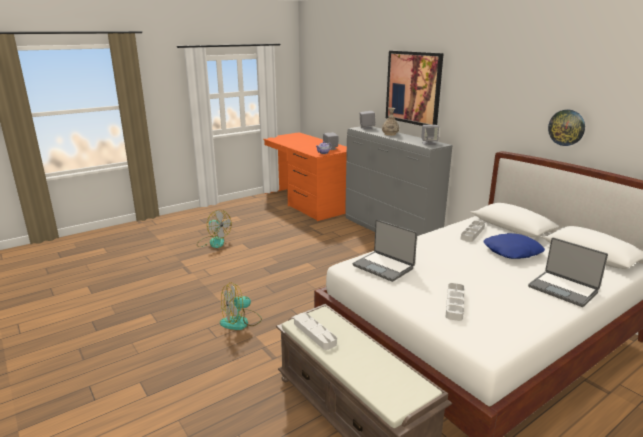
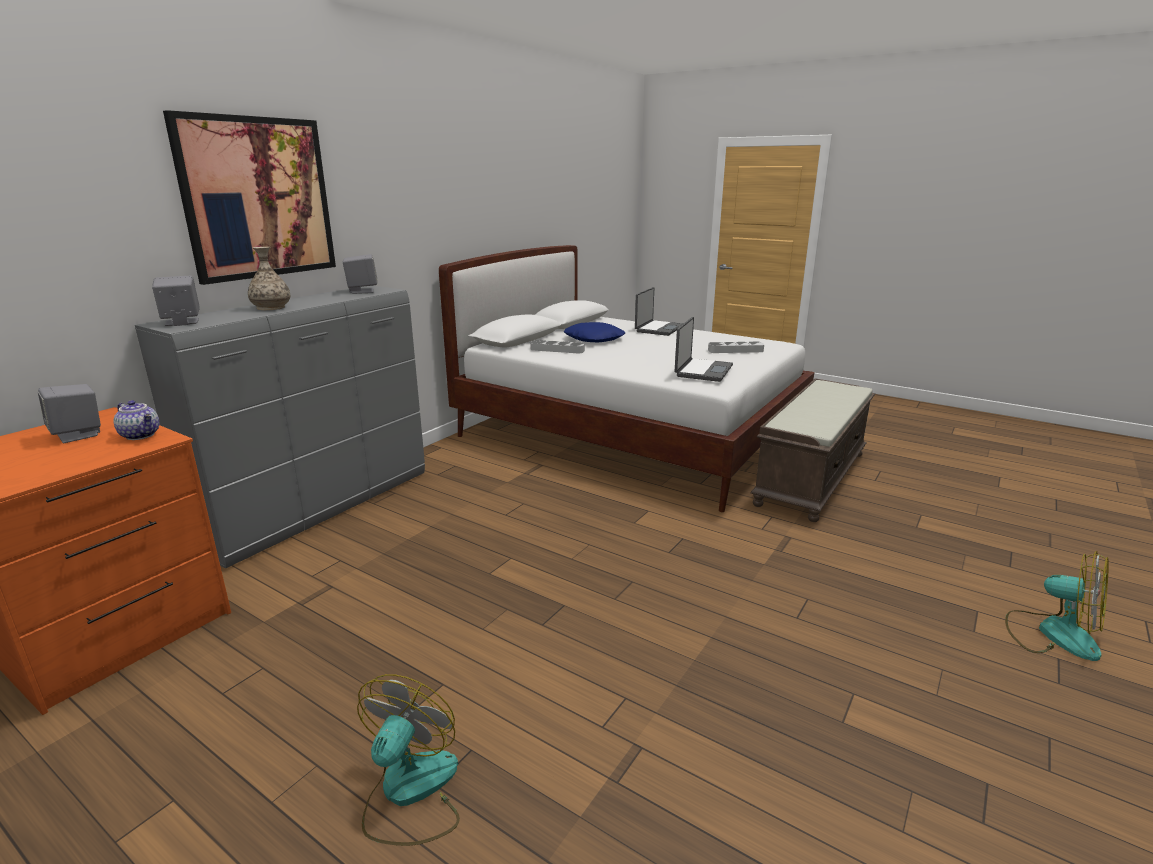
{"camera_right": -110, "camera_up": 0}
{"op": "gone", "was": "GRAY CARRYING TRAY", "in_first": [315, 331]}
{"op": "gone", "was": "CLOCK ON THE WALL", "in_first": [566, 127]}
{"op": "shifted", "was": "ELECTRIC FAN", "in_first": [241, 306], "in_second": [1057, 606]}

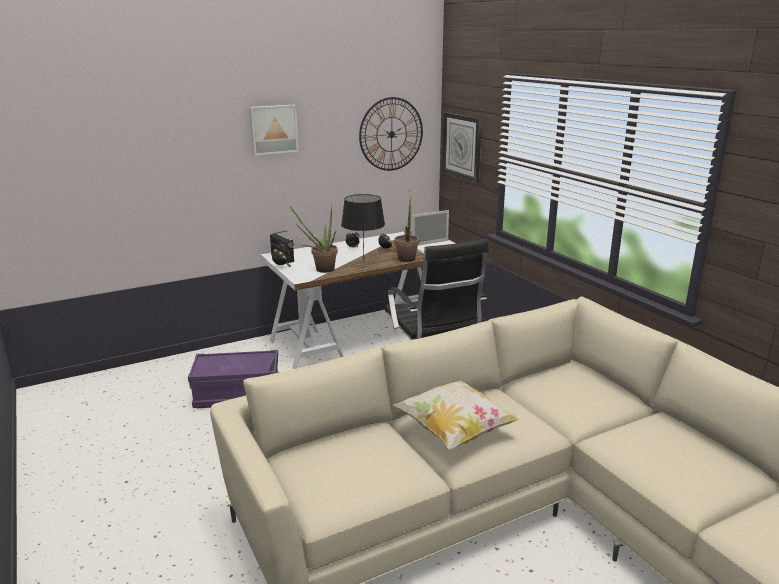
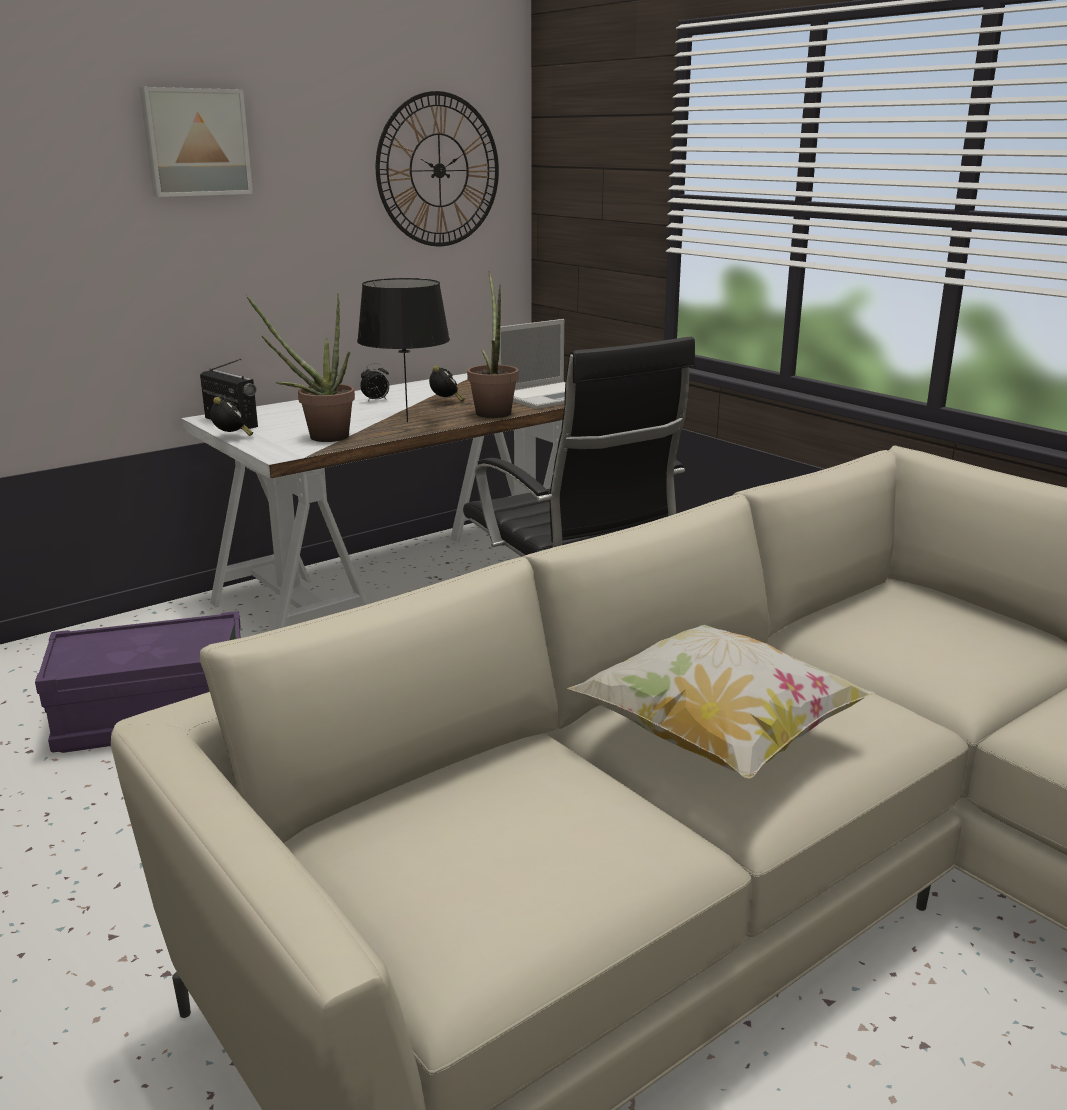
{"camera_right": -10, "camera_up": 0}
{"op": "gone", "was": "CLOCK ON THE WALL", "in_first": [462, 147]}

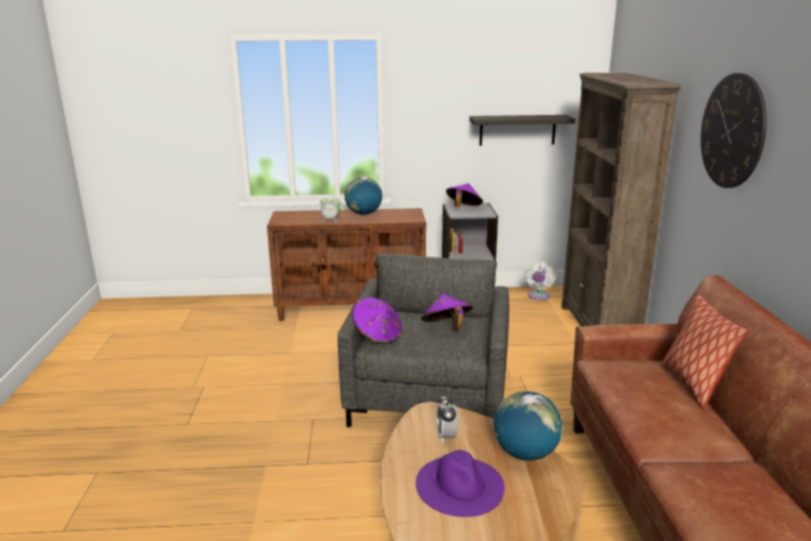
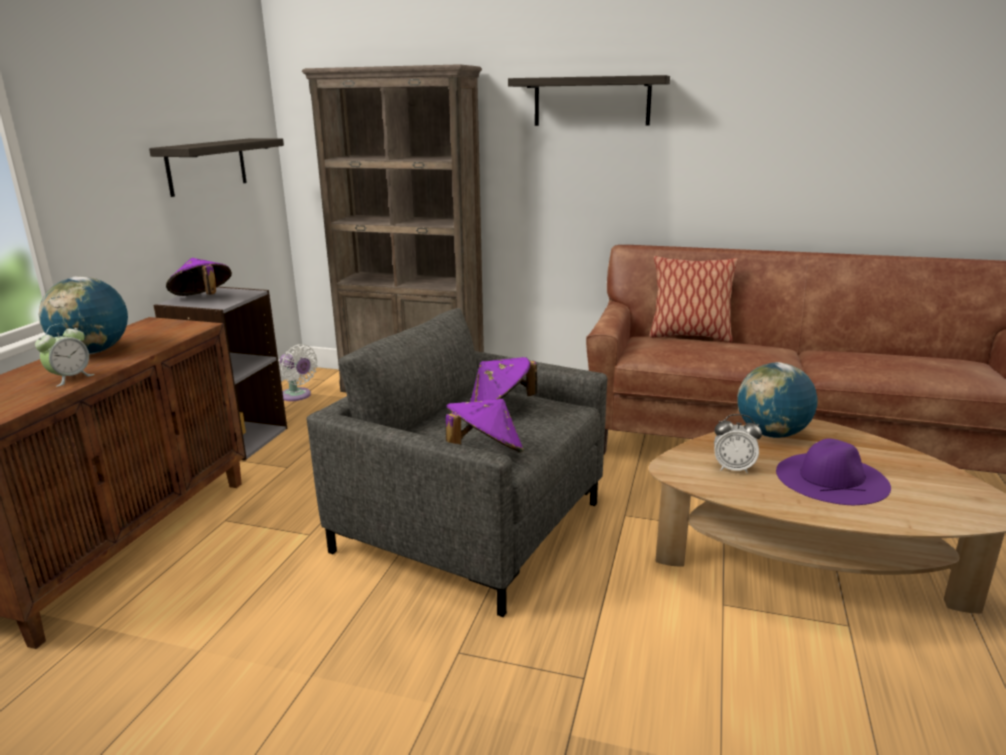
{"camera_right": -70, "camera_up": 0}
{"op": "swapped", "was": "CLOCK ON THE WALL", "now": "WALL SHELF", "in_first": [734, 130], "in_second": [589, 100]}

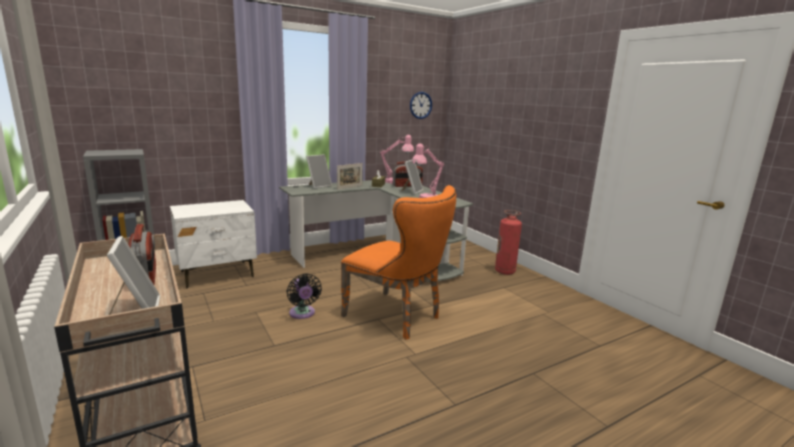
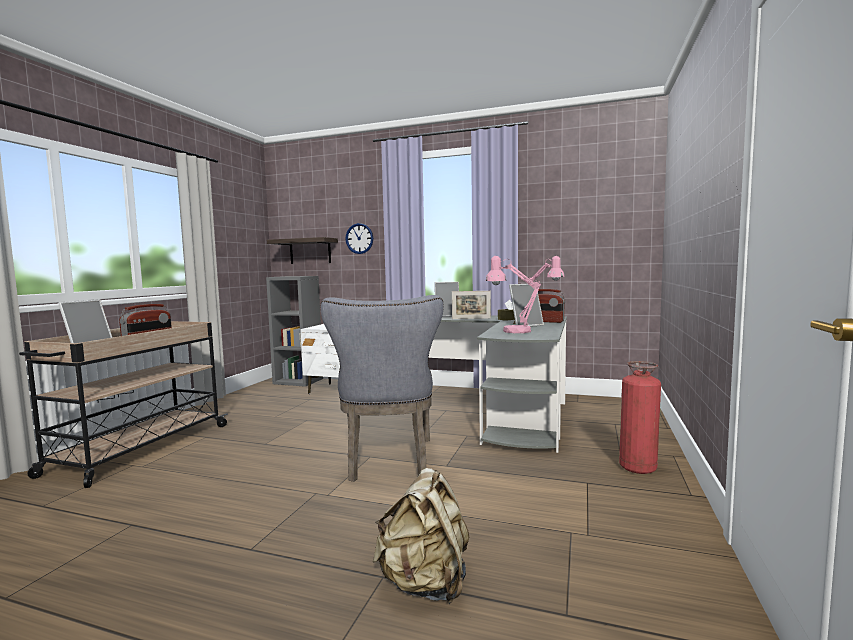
{"camera_right": 50, "camera_up": -10}
{"op": "gone", "was": "BLACKISH ELECTRIC FAN", "in_first": [304, 296]}
{"op": "new", "now": "WALL SHELF", "in_second": [302, 250]}
{"op": "new", "now": "BEIGE-COLOURED BACKPACK", "in_second": [421, 536]}
{"op": "shifted", "was": "CLOCK ON THE WALL", "in_first": [421, 105], "in_second": [359, 238]}
{"op": "repainted", "was": "ORANGE PLAIN CHAIR", "now": "GRAY PLAIN CHAIR", "in_first": [398, 262], "in_second": [381, 388]}

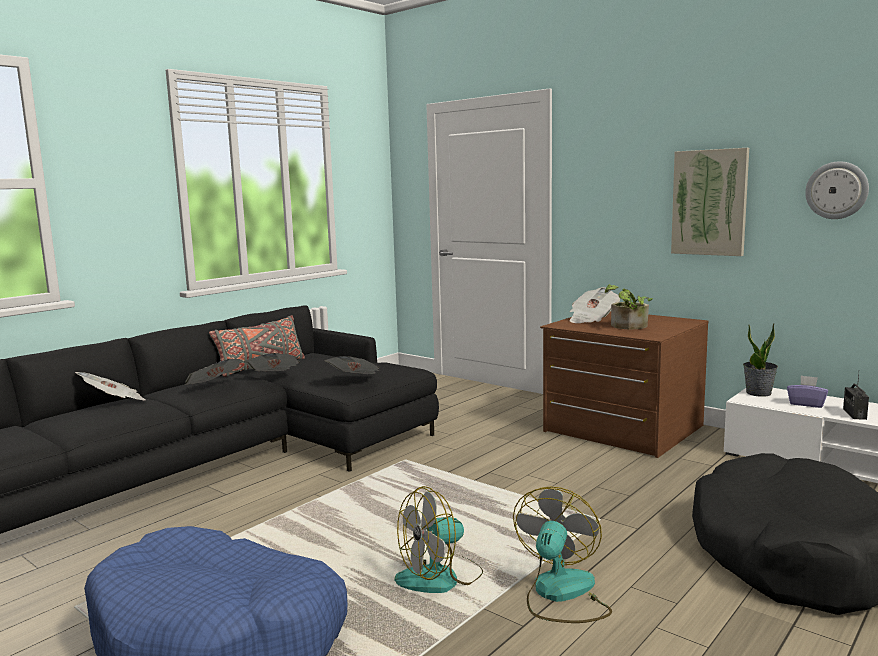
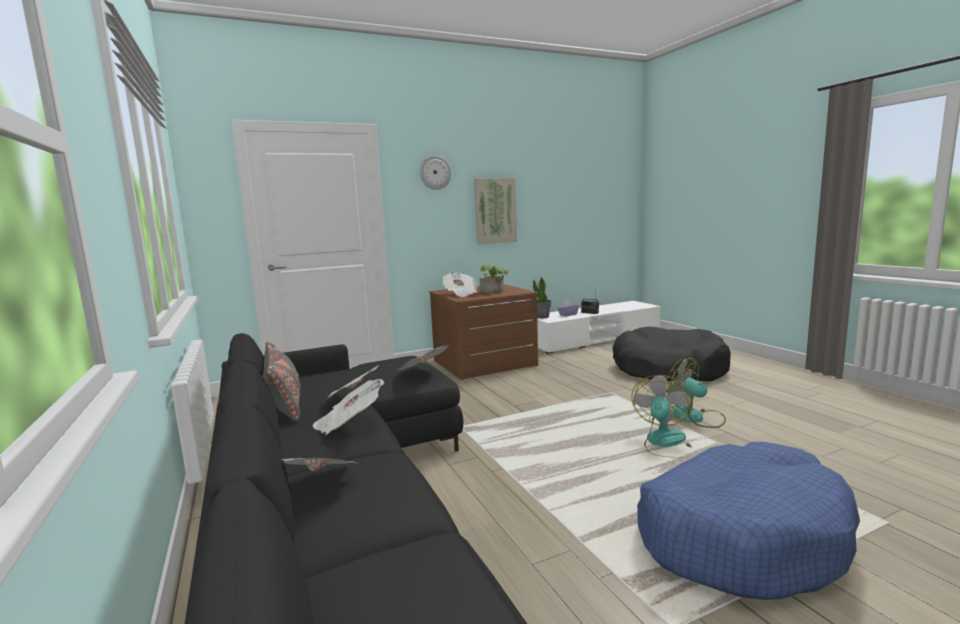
{"camera_right": -65, "camera_up": 0}
{"op": "shifted", "was": "CLOCK ON THE WALL", "in_first": [837, 190], "in_second": [435, 172]}
{"op": "rotated", "was": "ELECTRIC FAN", "in_first": [439, 539], "in_second": [662, 416], "clockwise": -150}

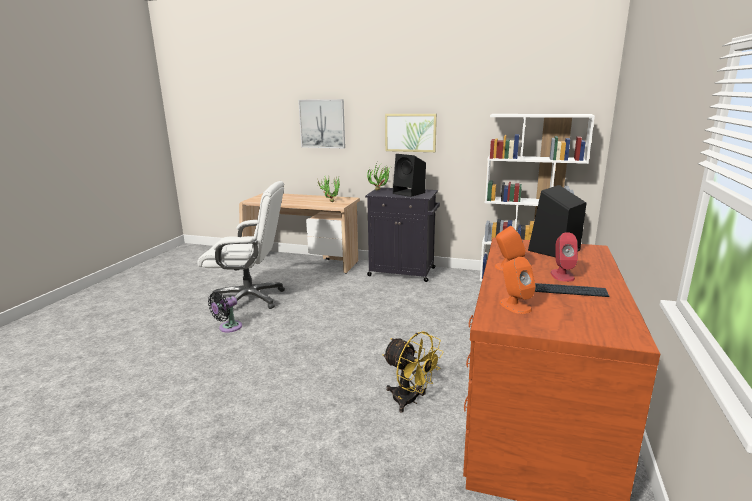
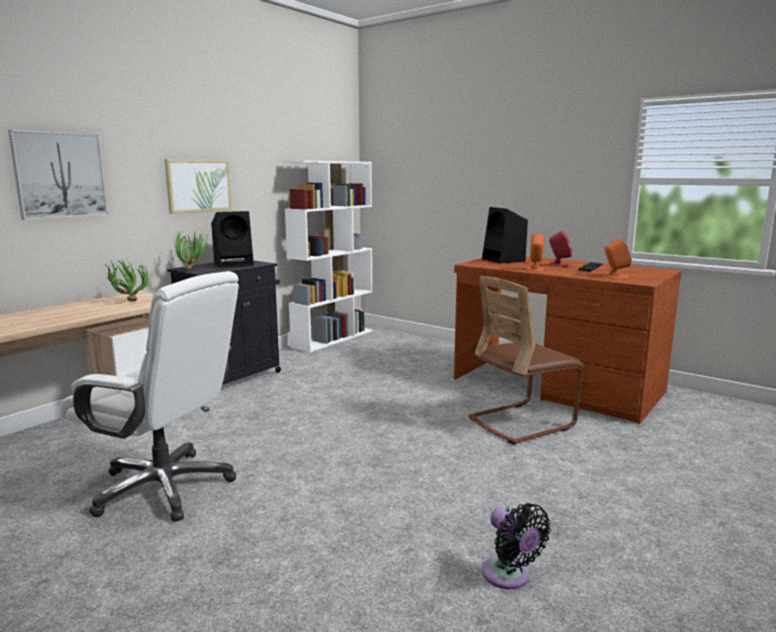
{"camera_right": -70, "camera_up": -5}
{"op": "shifted", "was": "BLACKISH ELECTRIC FAN", "in_first": [225, 312], "in_second": [516, 546]}
{"op": "swapped", "was": "YELLOW ELECTRIC FAN", "now": "BROWN-COLOURED PLAIN CHAIR", "in_first": [413, 372], "in_second": [526, 360]}
{"op": "rotated", "was": "WHITE-COLOURED OFFICE CHAIR", "in_first": [241, 245], "in_second": [149, 396], "clockwise": 90}

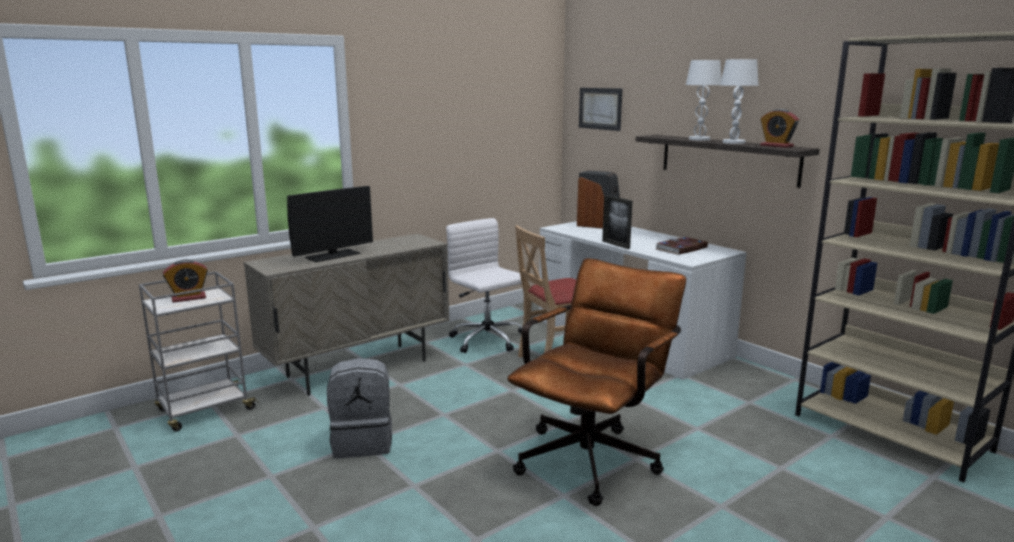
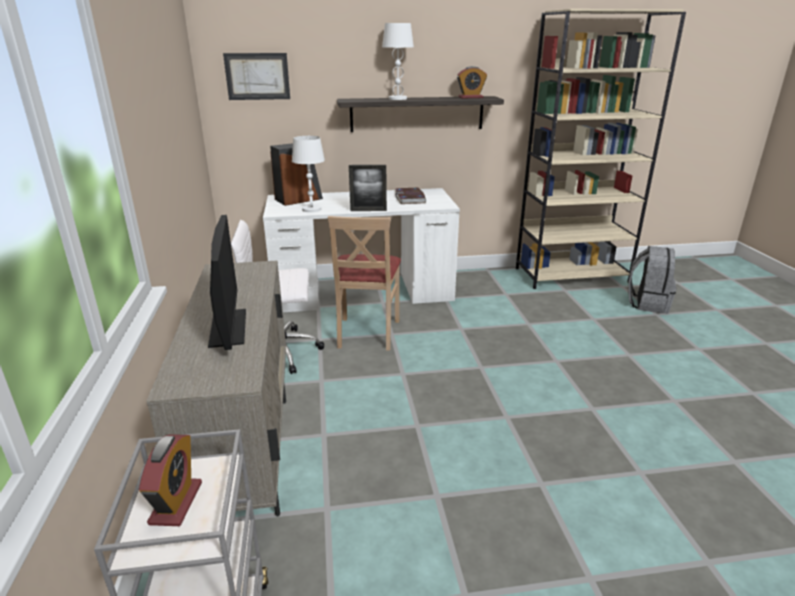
{"camera_right": -60, "camera_up": 10}
{"op": "gone", "was": "BROWN-COLOURED OFFICE CHAIR", "in_first": [596, 382]}
{"op": "shifted", "was": "GRAY BACKPACK", "in_first": [359, 408], "in_second": [652, 280]}
{"op": "shifted", "was": "WHITE-COLOURED TABLE LAMP", "in_first": [739, 101], "in_second": [308, 174]}

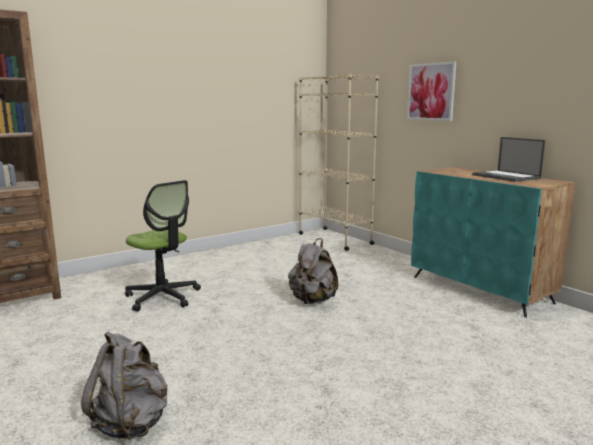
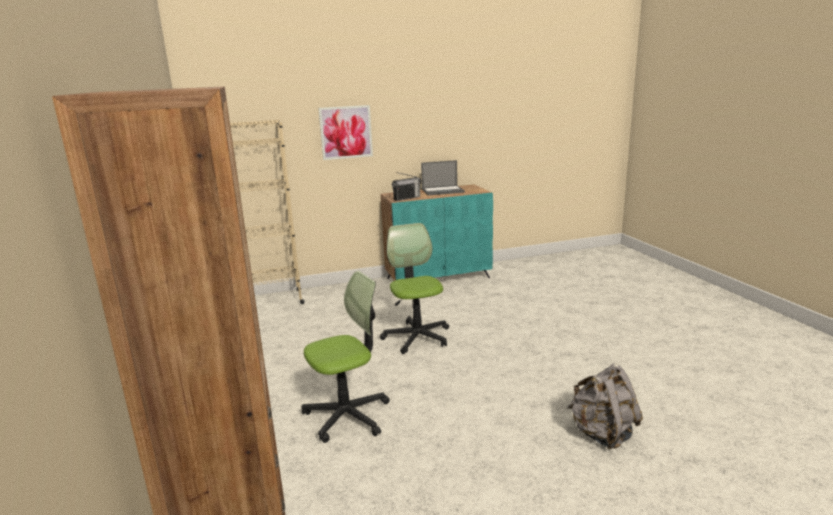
{"camera_right": -70, "camera_up": 5}
{"op": "new", "now": "RADIO", "in_second": [406, 186]}
{"op": "swapped", "was": "GRAY BACKPACK", "now": "OFFICE CHAIR", "in_first": [313, 271], "in_second": [414, 288]}

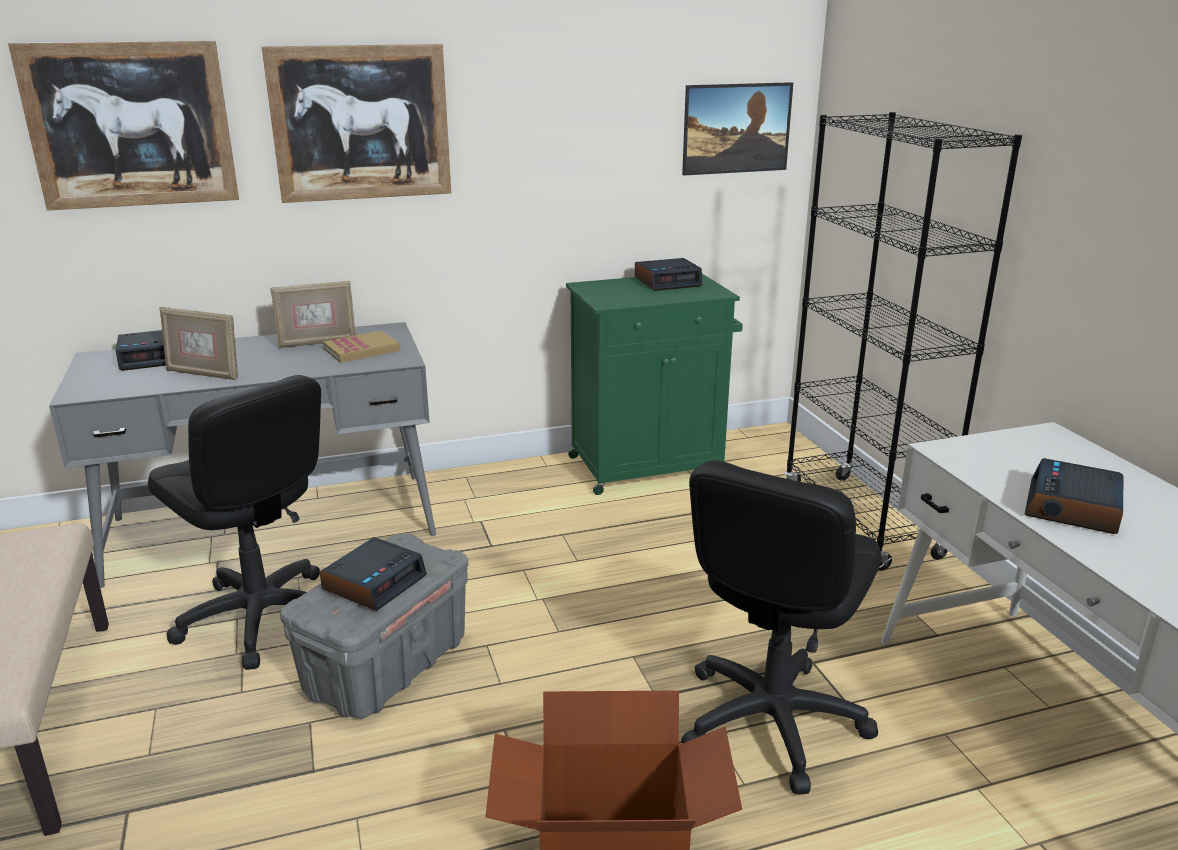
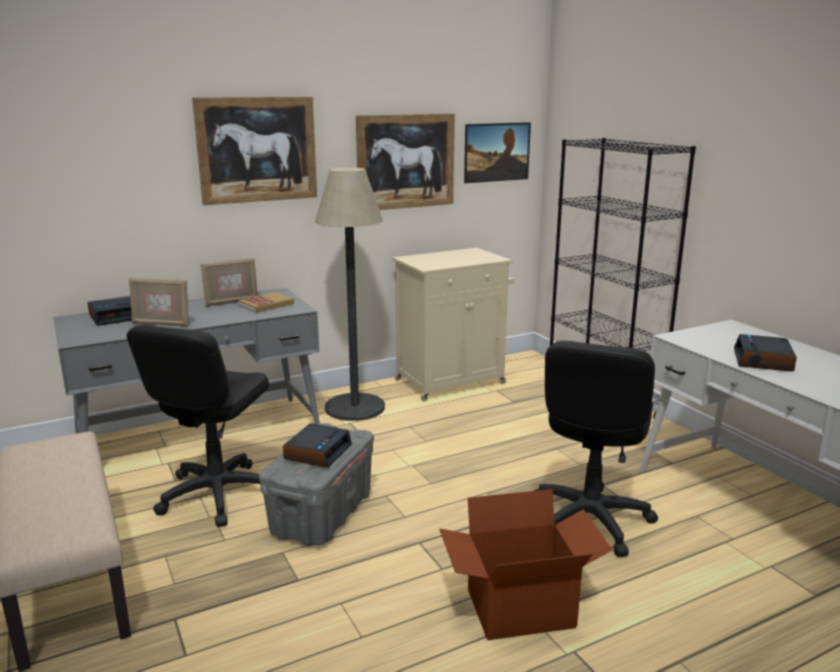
{"camera_right": -10, "camera_up": -5}
{"op": "gone", "was": "BEDSIDE CLOCK", "in_first": [668, 274]}
{"op": "new", "now": "FLOOR LAMP", "in_second": [350, 294]}
{"op": "shifted", "was": "PICTURE", "in_first": [123, 126], "in_second": [405, 161]}
{"op": "repainted", "was": "GREEN-COLOURED CUPBOARD", "now": "BEIGE-COLOURED CUPBOARD", "in_first": [654, 384], "in_second": [453, 324]}
{"op": "rotated", "was": "BLACKISH OFFICE CHAIR", "in_first": [234, 522], "in_second": [198, 425], "clockwise": 75}

